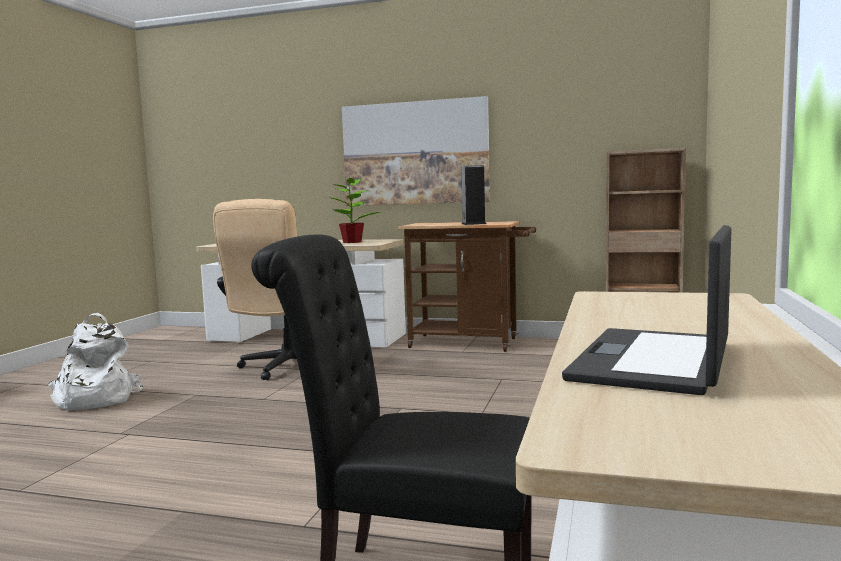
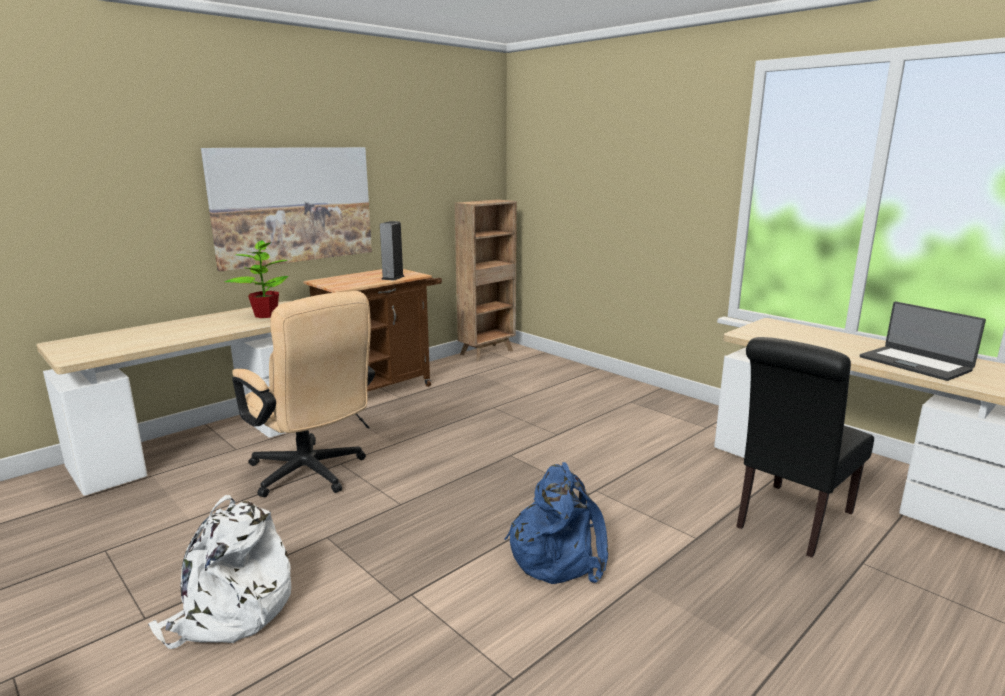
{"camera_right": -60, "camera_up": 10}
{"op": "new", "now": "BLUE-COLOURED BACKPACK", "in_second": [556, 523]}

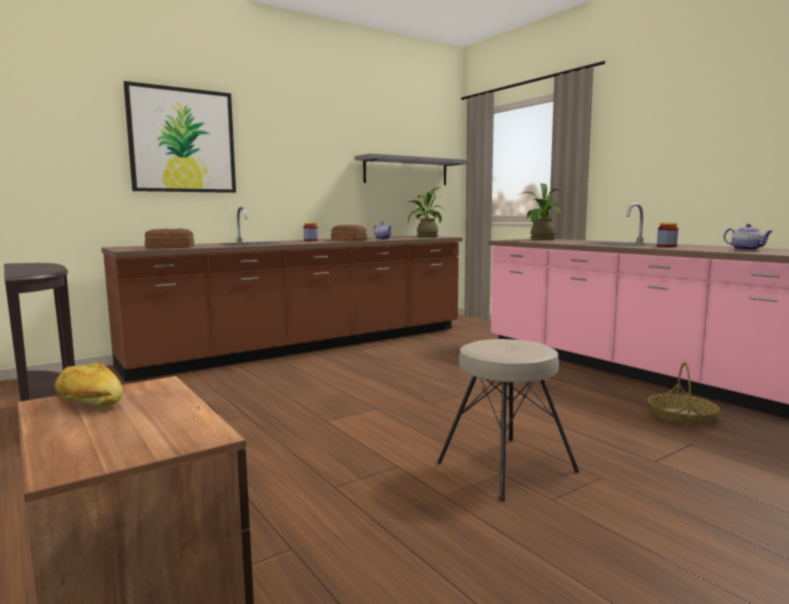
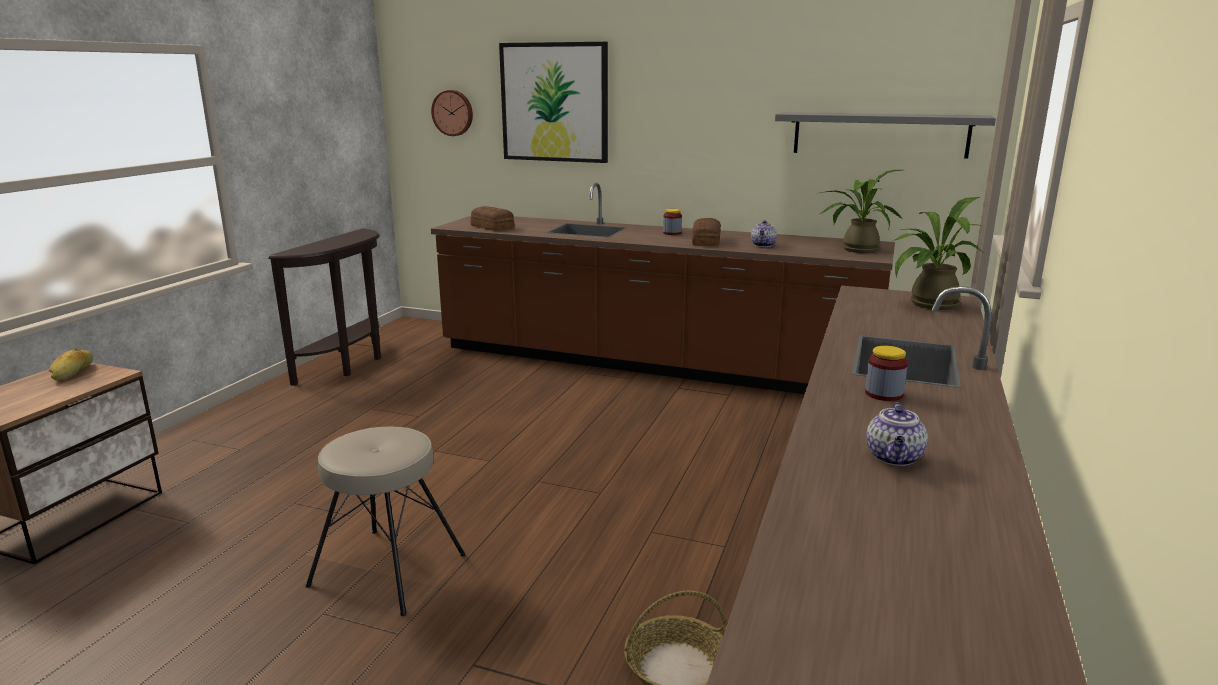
{"camera_right": 55, "camera_up": 10}
{"op": "new", "now": "CLOCK ON THE WALL", "in_second": [452, 113]}

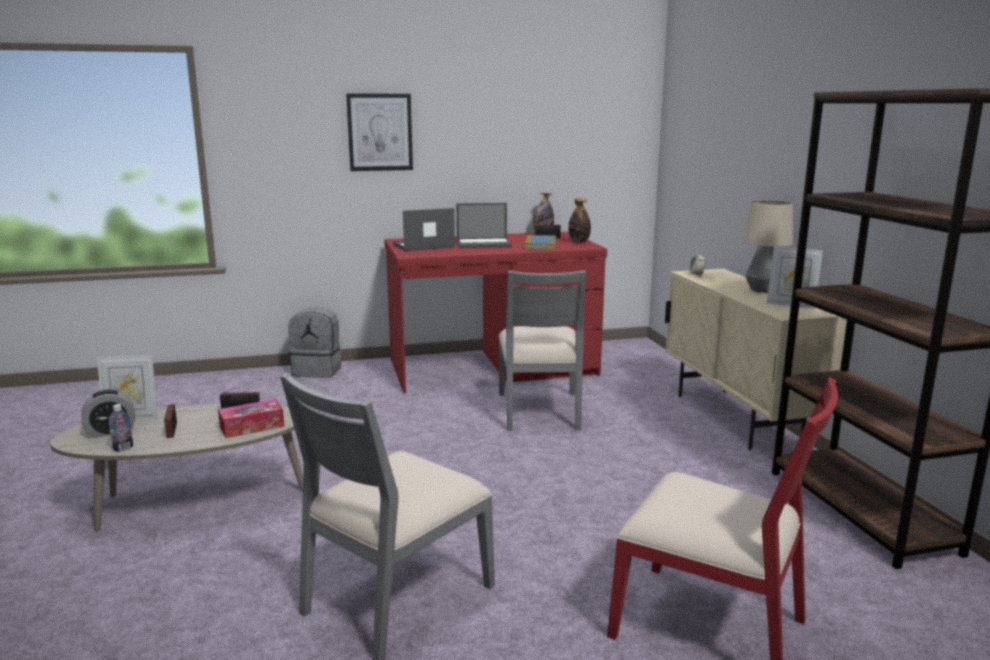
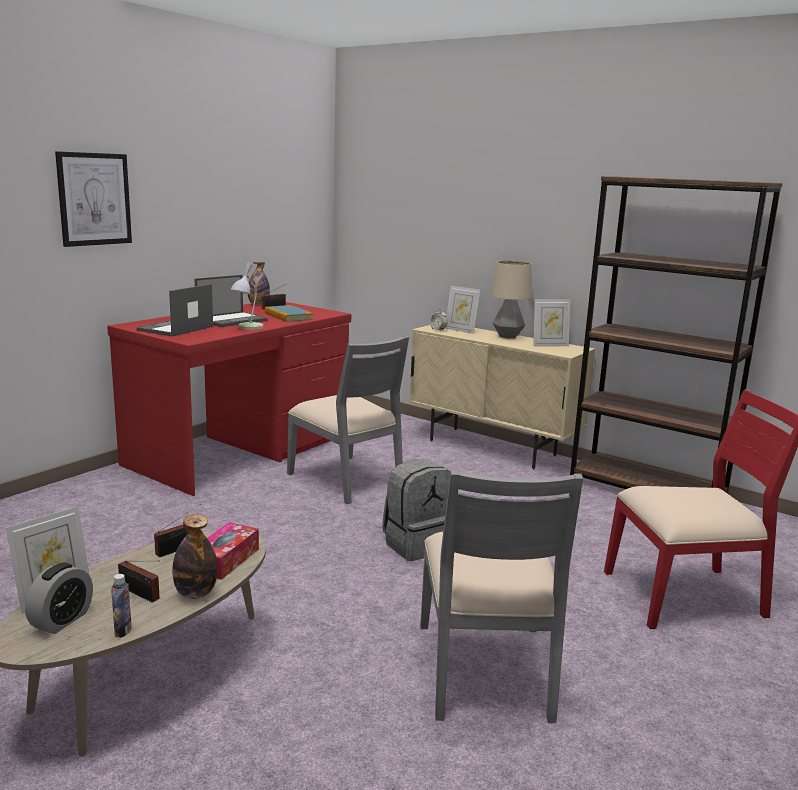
{"camera_right": -40, "camera_up": 0}
{"op": "new", "now": "TABLE LAMP", "in_second": [247, 295]}
{"op": "new", "now": "STANDING FRAME", "in_second": [462, 310]}
{"op": "shifted", "was": "GRAY BACKPACK", "in_first": [315, 343], "in_second": [416, 510]}
{"op": "shifted", "was": "BEVERAGE BOTTLE", "in_first": [579, 220], "in_second": [195, 556]}

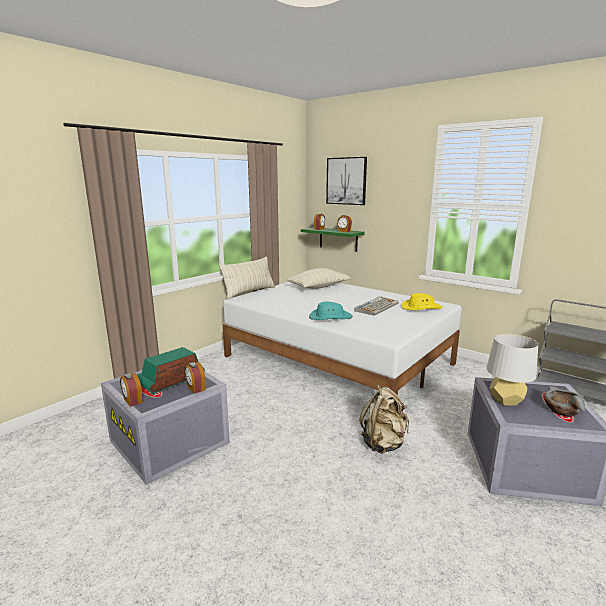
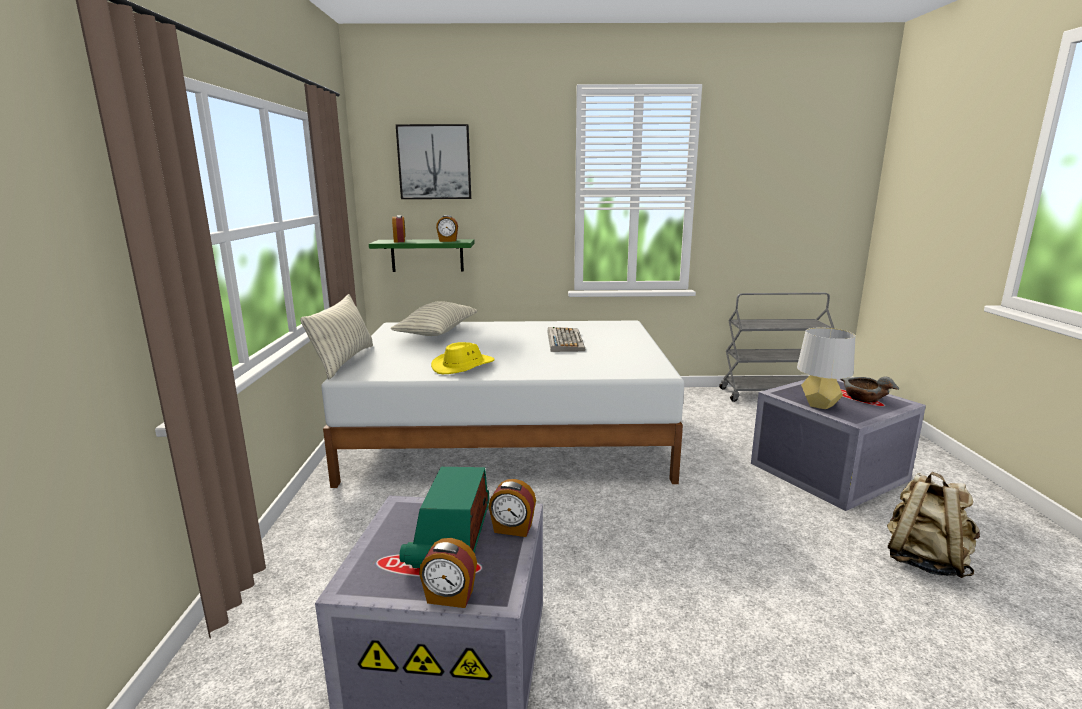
{"camera_right": -40, "camera_up": 0}
{"op": "gone", "was": "BLUE-GREEN CLOTHING HAT", "in_first": [331, 311]}
{"op": "shifted", "was": "BEIGE-COLOURED BACKPACK", "in_first": [384, 419], "in_second": [933, 525]}
{"op": "shifted", "was": "YELLOW CLOTHING HAT", "in_first": [422, 301], "in_second": [463, 358]}

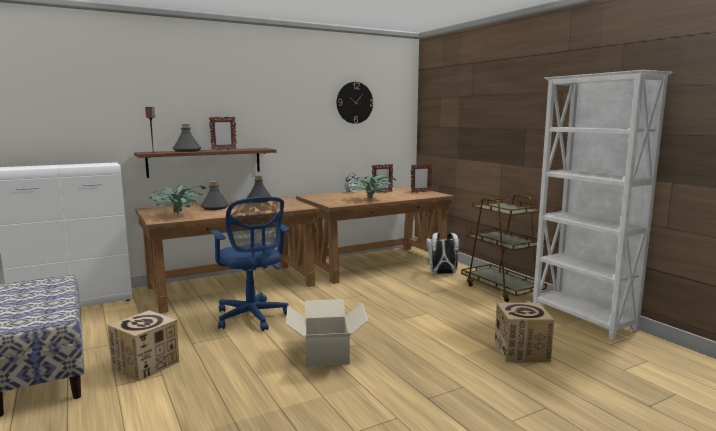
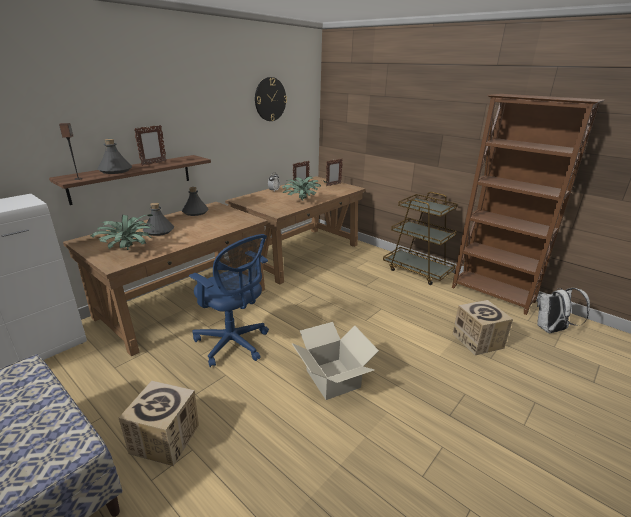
{"camera_right": -20, "camera_up": 15}
{"op": "shifted", "was": "WHITE-COLOURED BACKPACK", "in_first": [443, 253], "in_second": [563, 310]}
{"op": "repainted", "was": "WHITE-COLOURED BOOKCASE", "now": "BROWN-COLOURED BOOKCASE", "in_first": [603, 205], "in_second": [528, 204]}

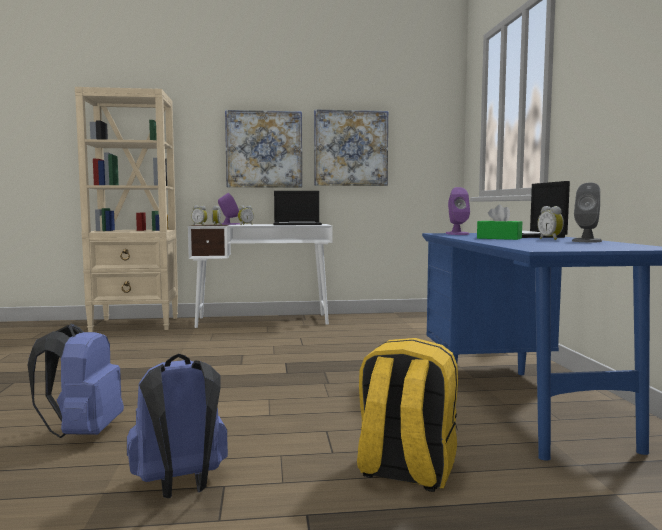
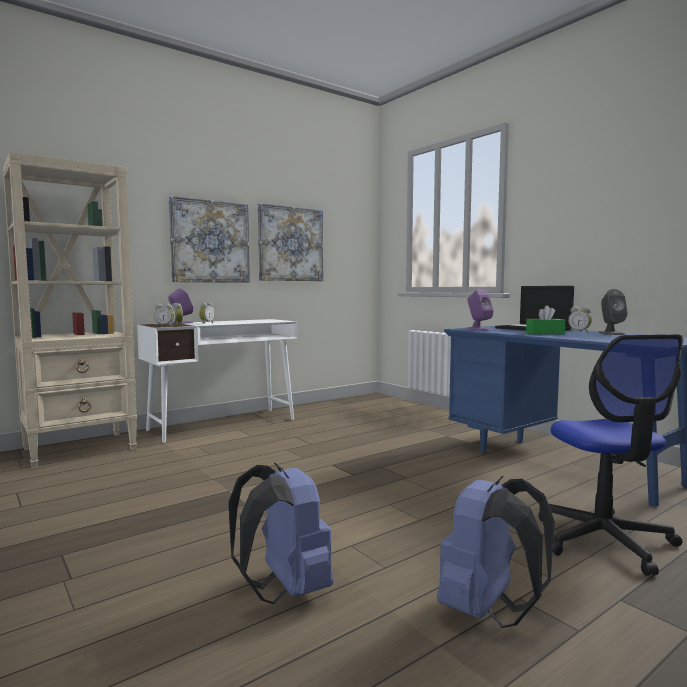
{"camera_right": -30, "camera_up": 0}
{"op": "gone", "was": "NOTEBOOK COMPUTER", "in_first": [297, 208]}
{"op": "swapped", "was": "YELLOW BACKPACK", "now": "OFFICE CHAIR", "in_first": [407, 415], "in_second": [611, 455]}

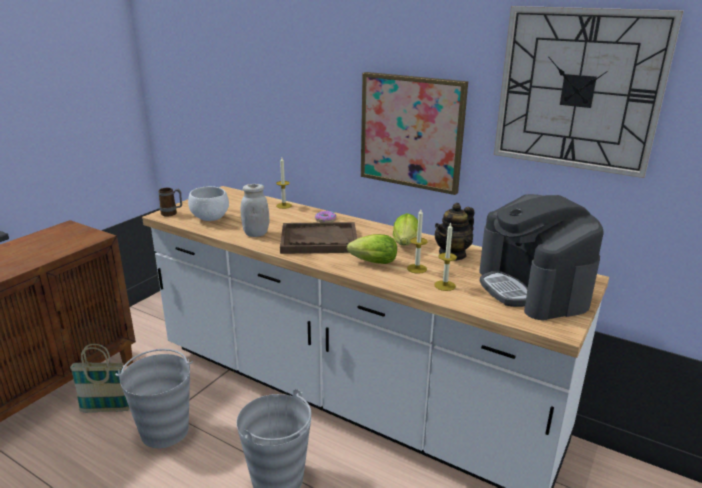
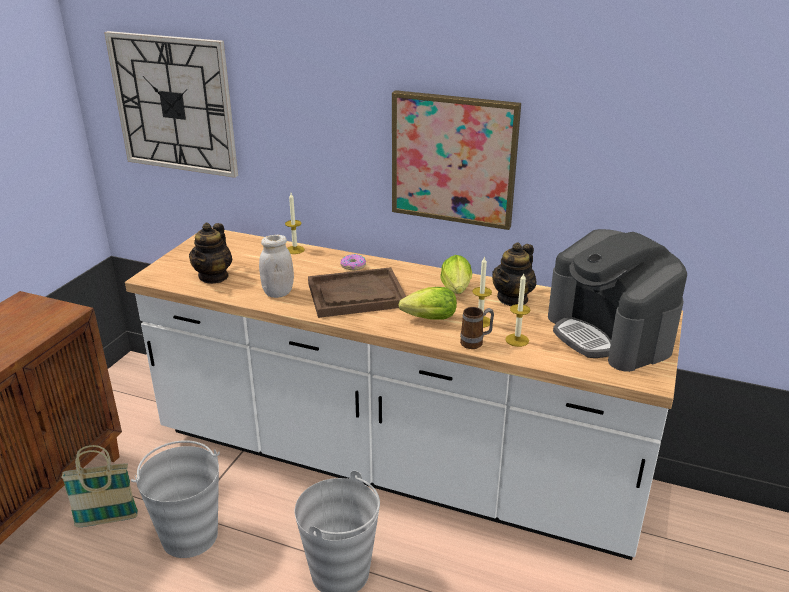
{"camera_right": -10, "camera_up": 5}
{"op": "shifted", "was": "MUG", "in_first": [170, 202], "in_second": [477, 328]}
{"op": "shifted", "was": "CLOCK ON THE WALL", "in_first": [589, 92], "in_second": [171, 104]}
{"op": "swapped", "was": "WHITE-COLOURED DEEP DISH", "now": "TEA POT", "in_first": [208, 203], "in_second": [211, 253]}

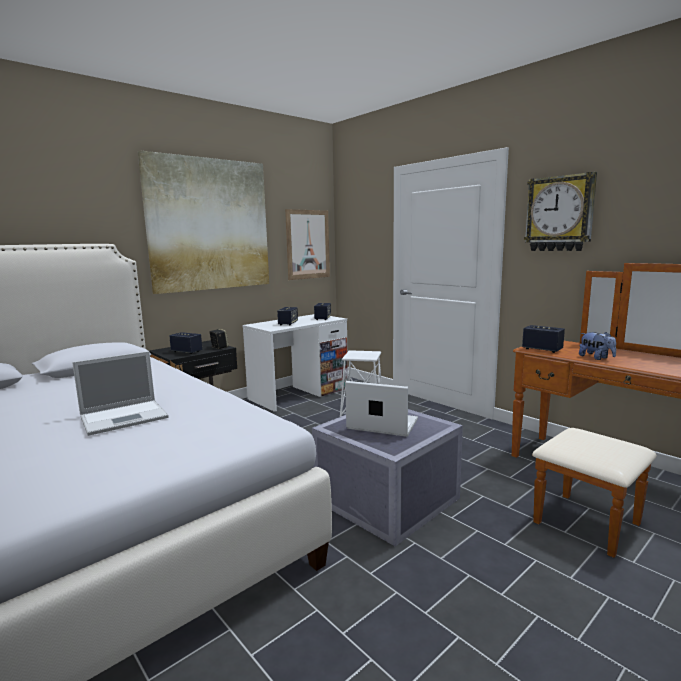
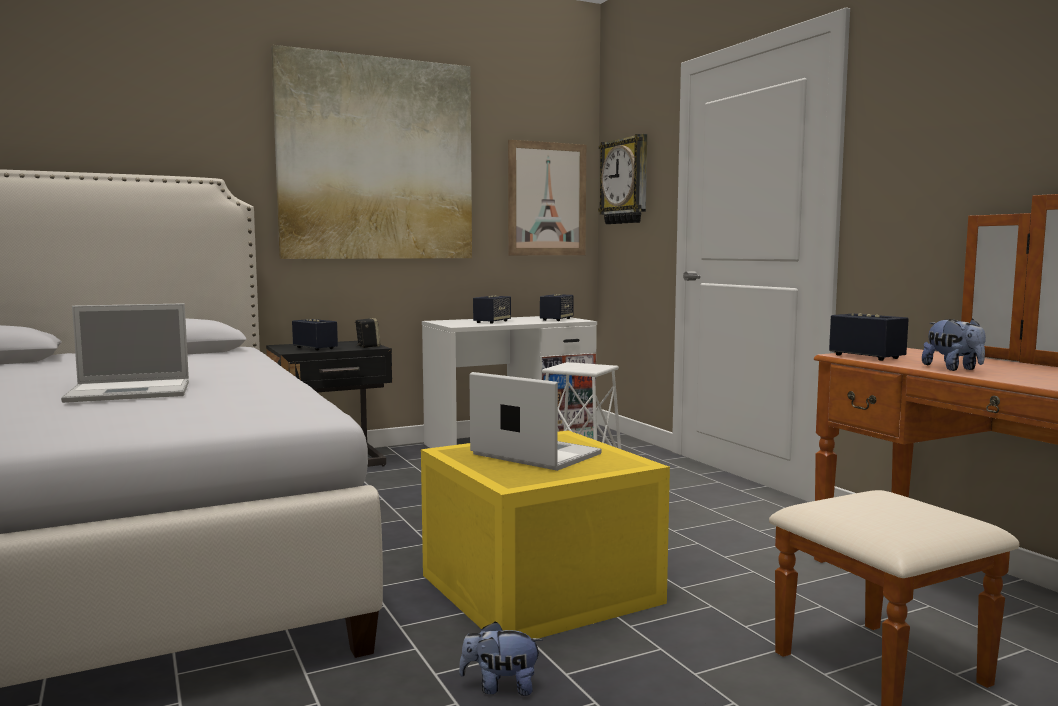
{"camera_right": 15, "camera_up": -5}
{"op": "new", "now": "PLUSH TOY", "in_second": [501, 658]}
{"op": "shifted", "was": "CLOCK ON THE WALL", "in_first": [560, 211], "in_second": [622, 179]}
{"op": "repainted", "was": "GRAY STORAGE BOX", "now": "YELLOW STORAGE BOX", "in_first": [387, 478], "in_second": [545, 534]}

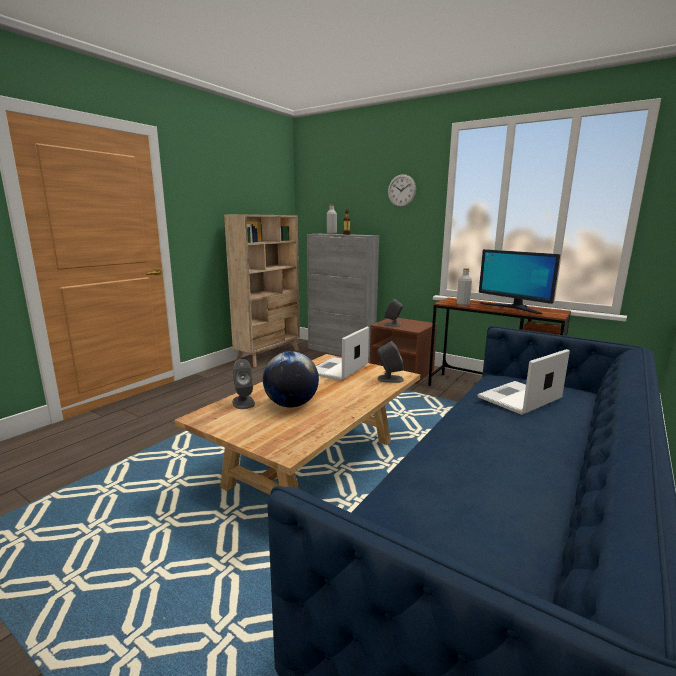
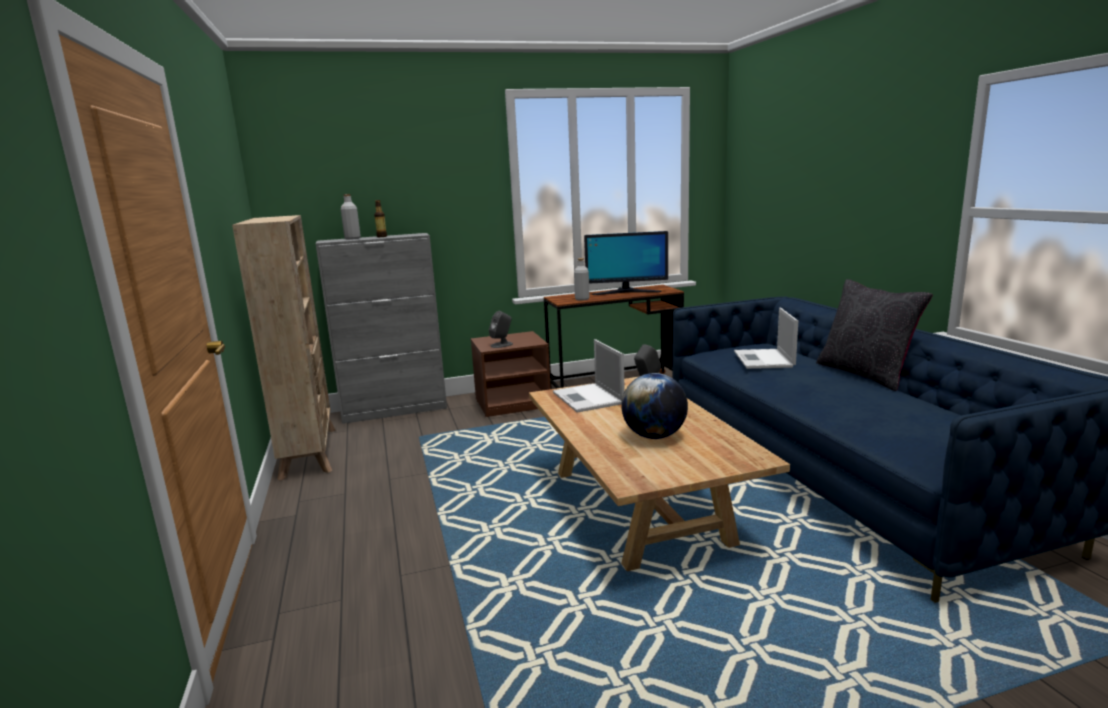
{"camera_right": -50, "camera_up": 0}
{"op": "gone", "was": "GRAY SPEAKER", "in_first": [244, 384]}
{"op": "gone", "was": "CLOCK ON THE WALL", "in_first": [402, 190]}
{"op": "new", "now": "BLACKISH PILLOW", "in_second": [874, 335]}

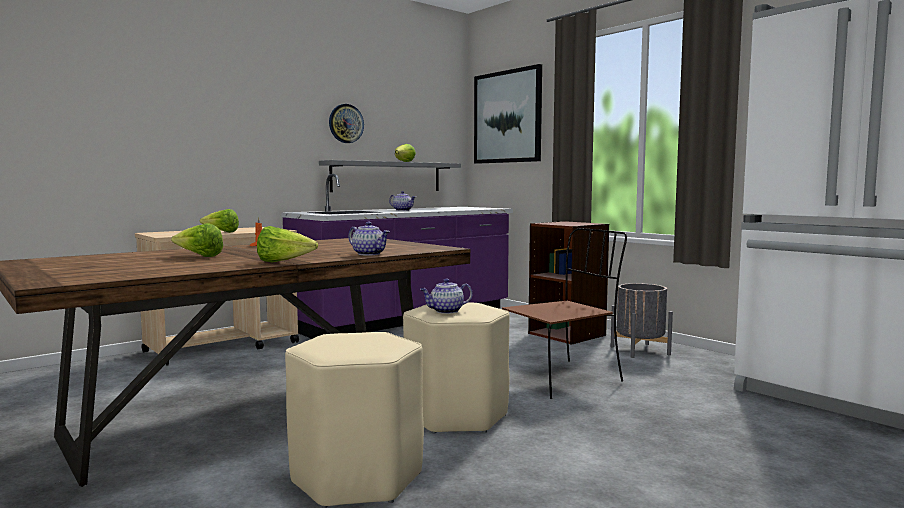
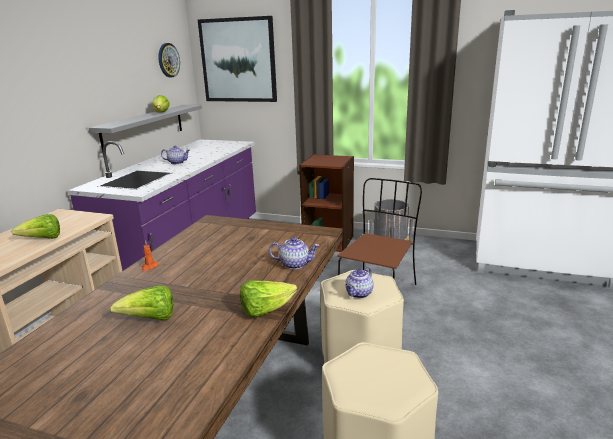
{"camera_right": -30, "camera_up": 15}
{"op": "shifted", "was": "CLOCK ON THE WALL", "in_first": [346, 123], "in_second": [169, 60]}

